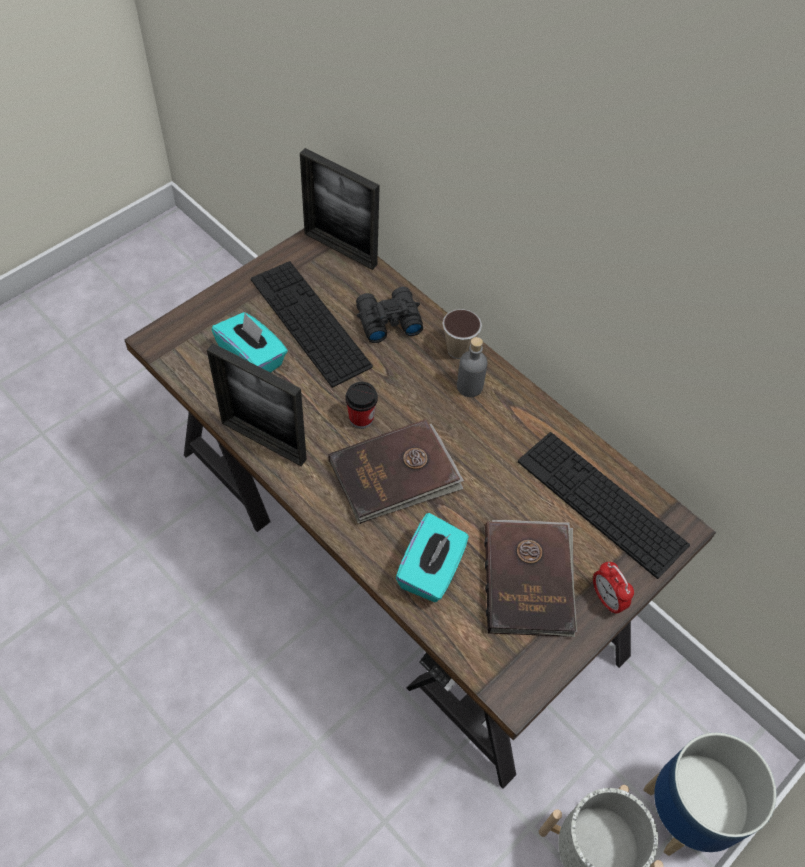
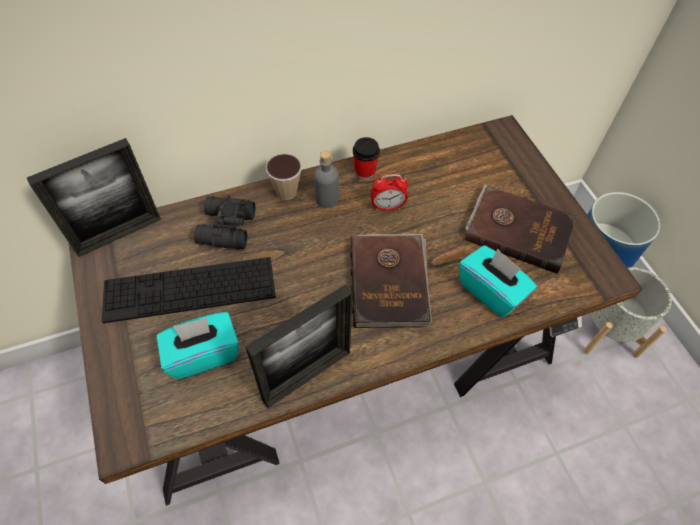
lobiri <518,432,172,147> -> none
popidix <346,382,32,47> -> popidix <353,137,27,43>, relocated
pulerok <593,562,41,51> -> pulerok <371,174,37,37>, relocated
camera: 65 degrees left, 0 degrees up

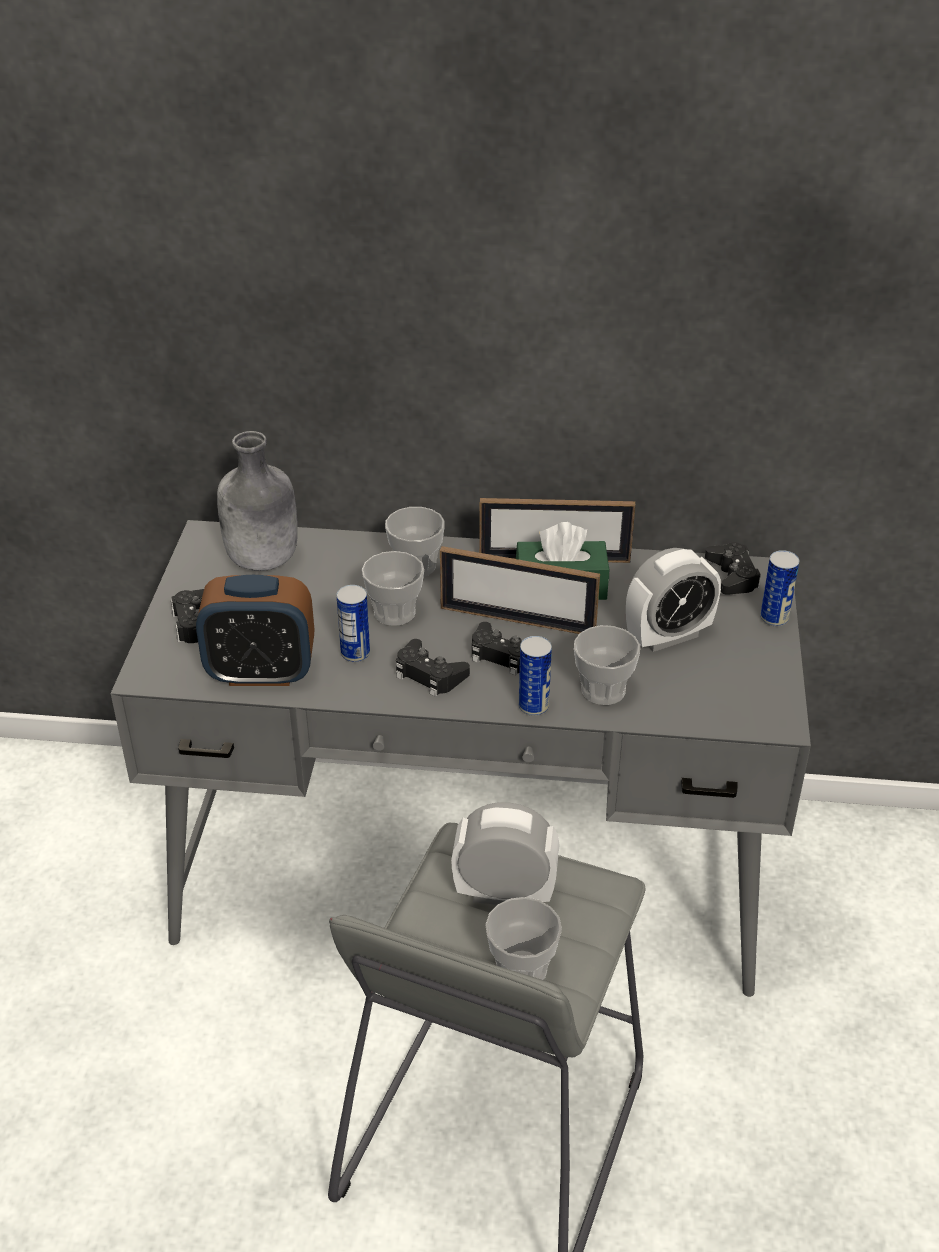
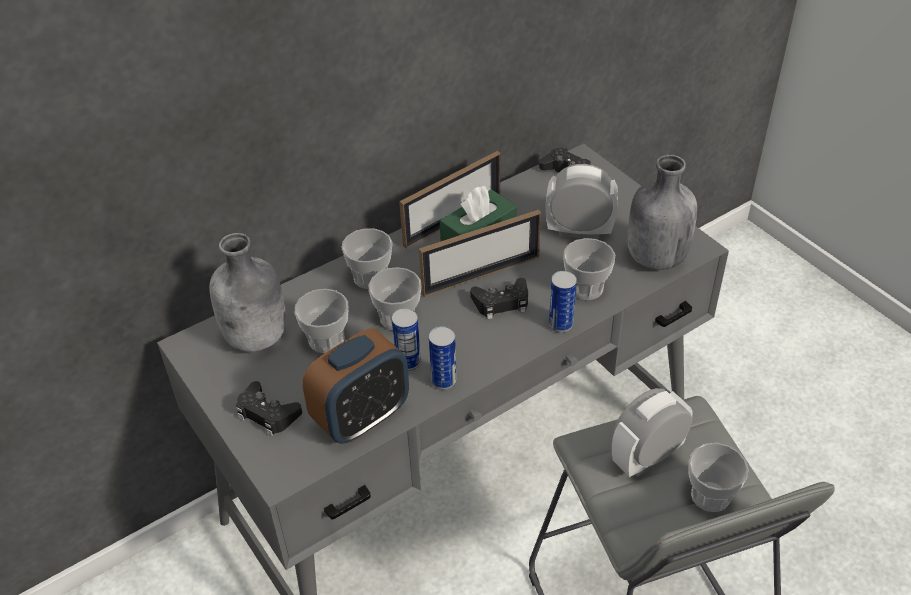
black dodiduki <396,639,74,58> -> none
none -> popidix <295,289,53,64>
none -> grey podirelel <628,155,69,115>
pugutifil <760,550,39,76> -> pugutifil <429,326,28,64>, relocated
pulerok <626,548,95,104> -> pulerok <545,164,73,75>, 105 degrees counterclockwise
camera: 40 degrees left, 5 degrees up

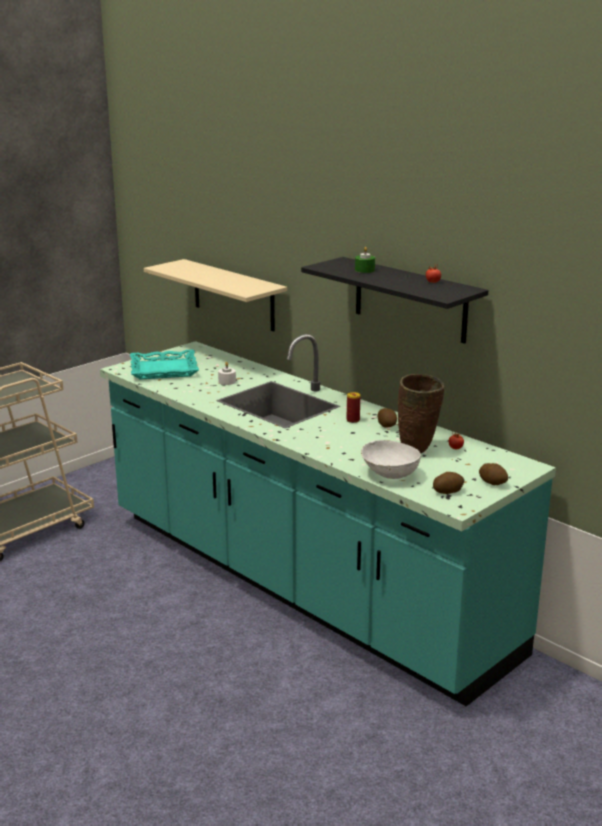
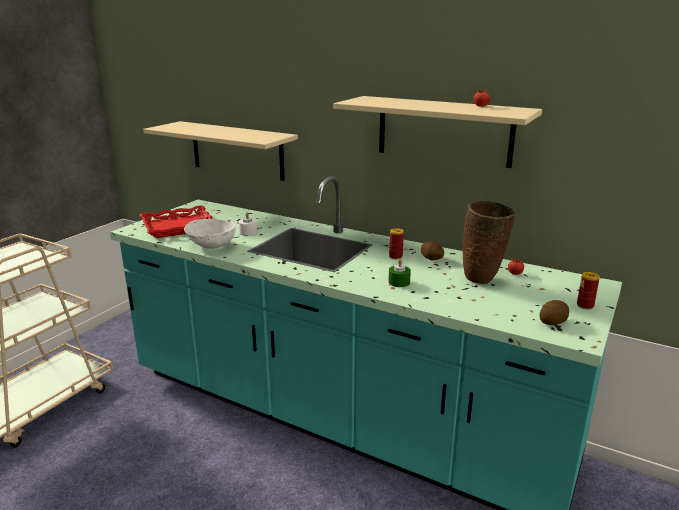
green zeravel <355,247,20,26> -> green zeravel <388,259,23,28>, relocated
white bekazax <361,440,60,39> -> white bekazax <184,219,51,30>, relocated
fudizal <479,463,29,22> -> pugutifil <577,272,23,37>
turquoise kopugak <130,349,69,31> -> red kopugak <139,205,73,33>
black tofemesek <301,257,187,87> -> beige tofemesek <333,96,209,72>
camera: 15 degrees left, 0 degrees up

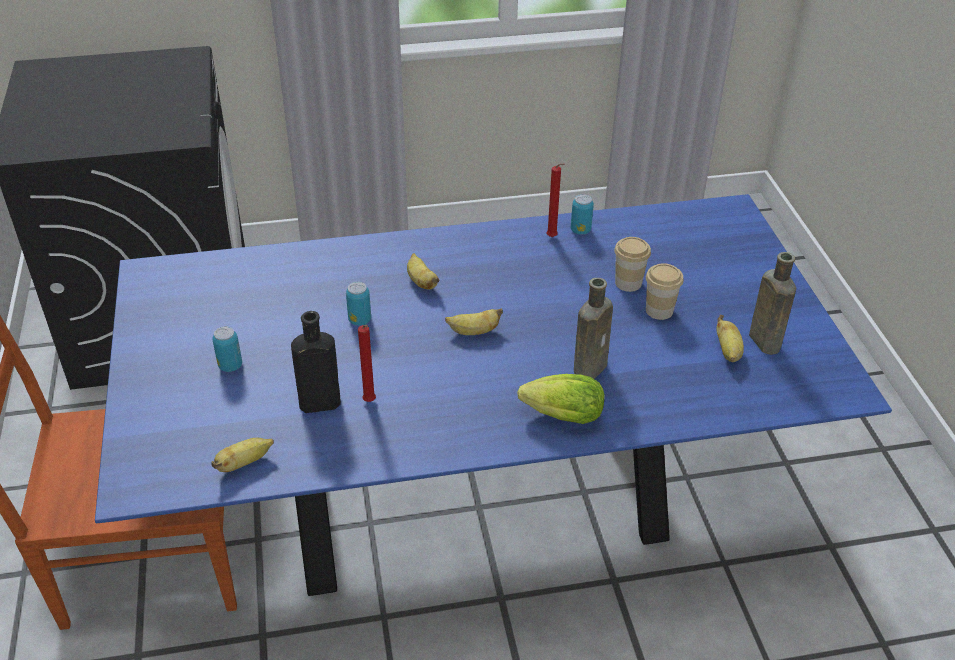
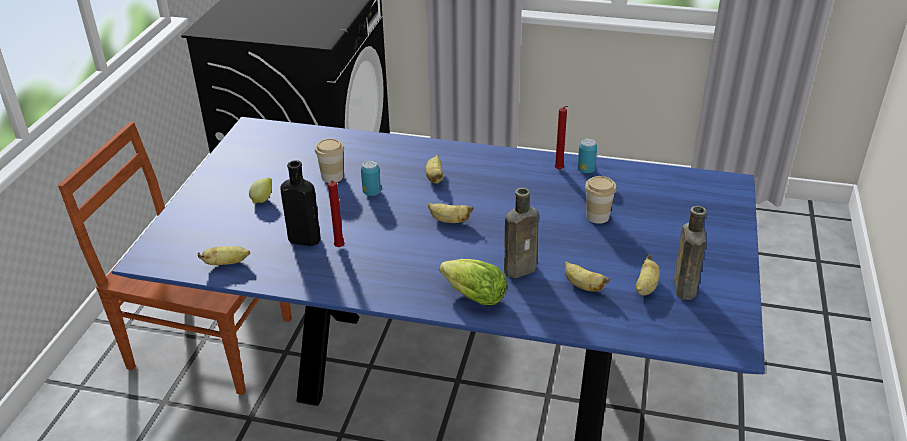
none -> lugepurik <564,261,46,30>
popidix <646,263,38,57> -> popidix <315,138,29,45>, relocated
pugutifil <212,326,30,46> -> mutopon <249,177,23,27>
camera: 25 degrees right, 5 degrees down

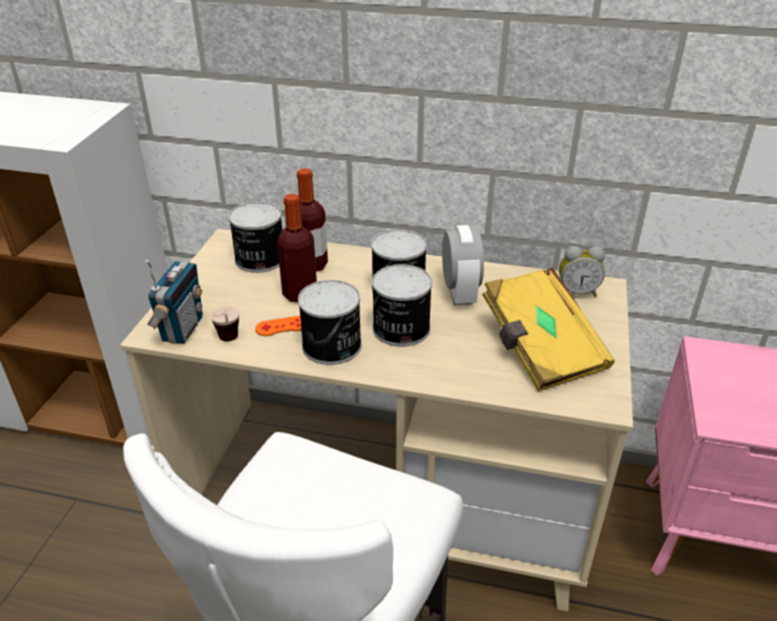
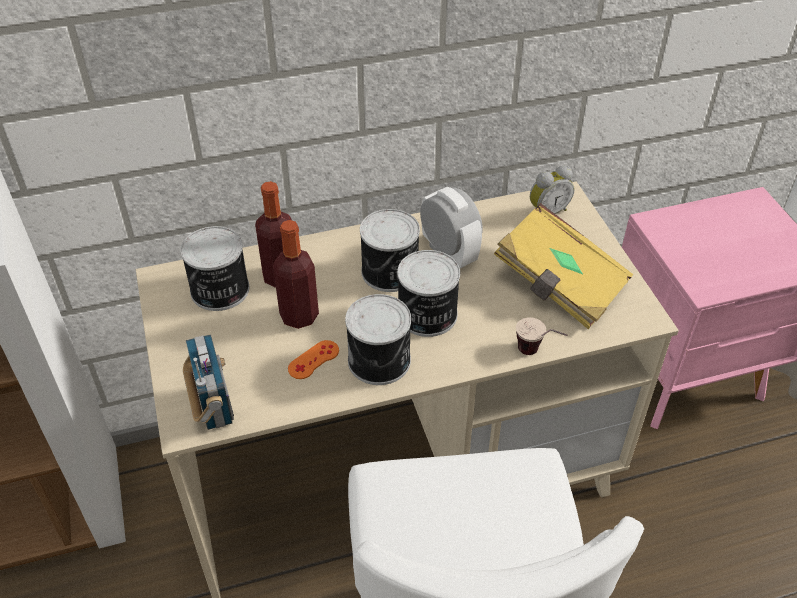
popidix <211,306,28,36> -> popidix <516,318,51,37>, relocated
camera: 30 degrees left, 10 degrees up

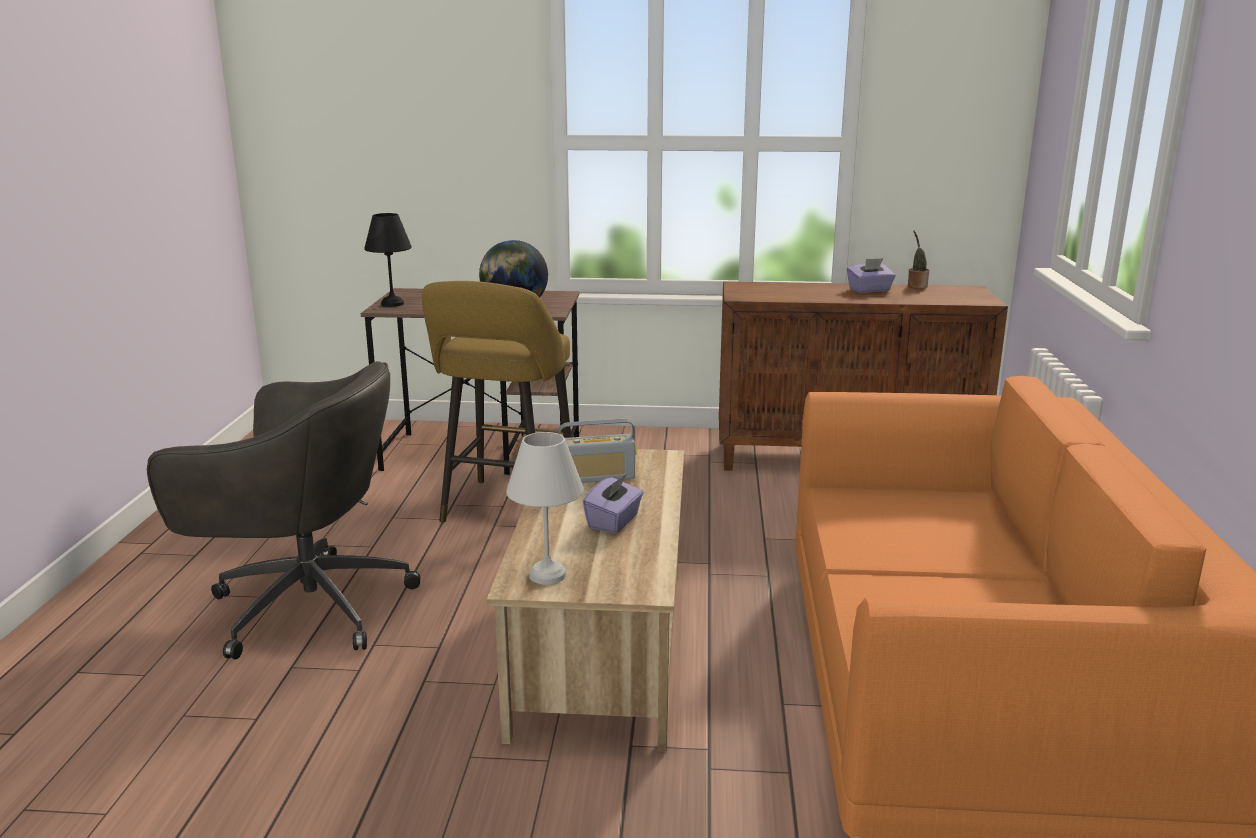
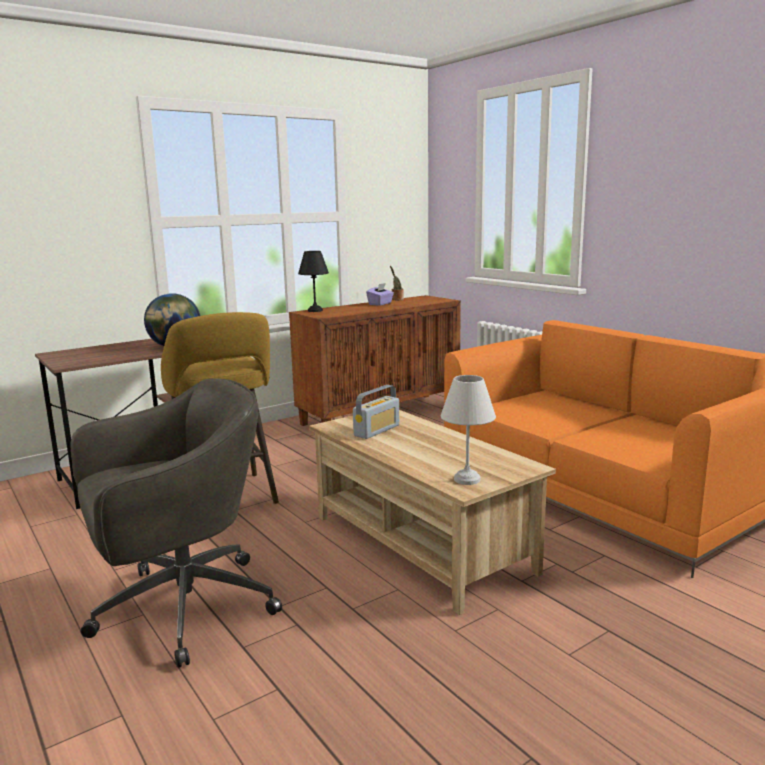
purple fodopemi <583,474,60,60> -> none
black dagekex <364,213,48,94> -> black dagekex <298,251,31,61>, relocated
camera: 40 degrees left, 5 degrees down

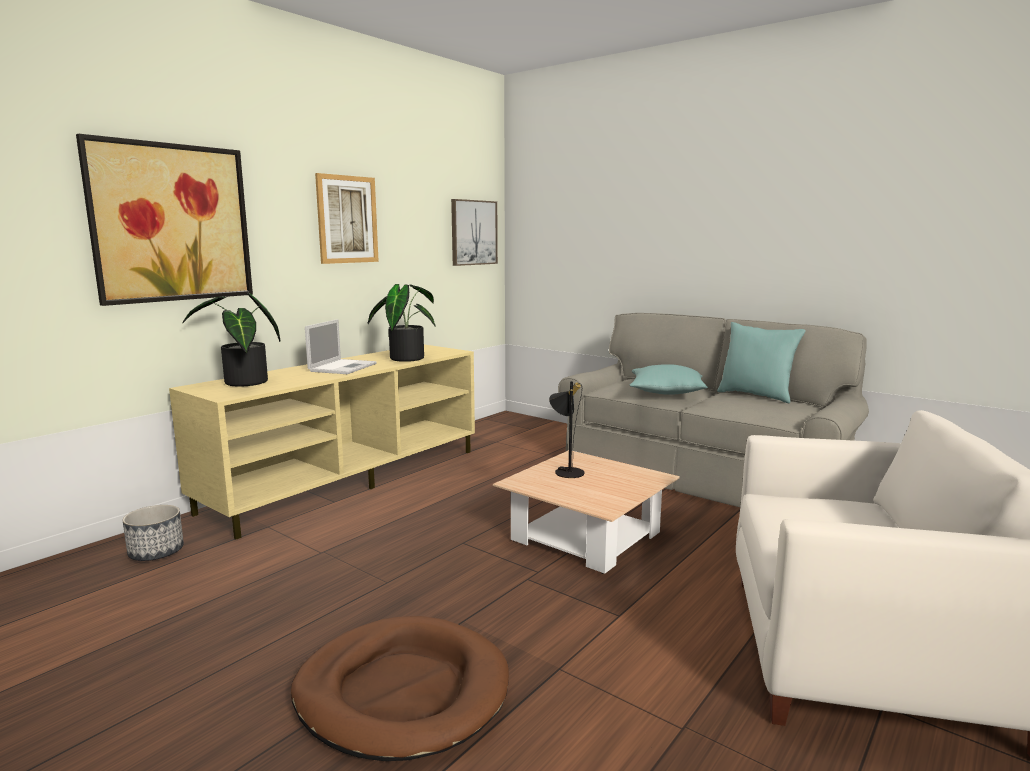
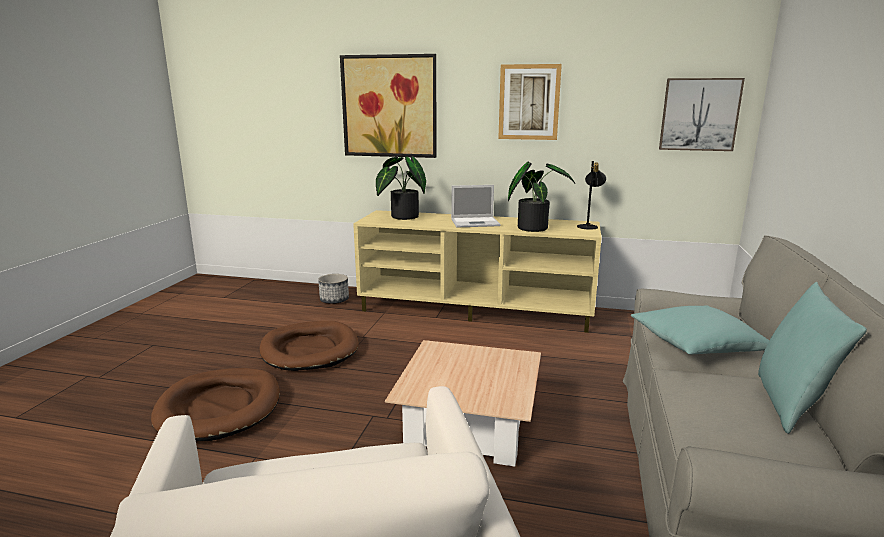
none -> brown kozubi <259,321,100,50>
black dagekex <549,381,36,97> -> black dagekex <577,161,29,69>, relocated
camera: 65 degrees right, 5 degrees up

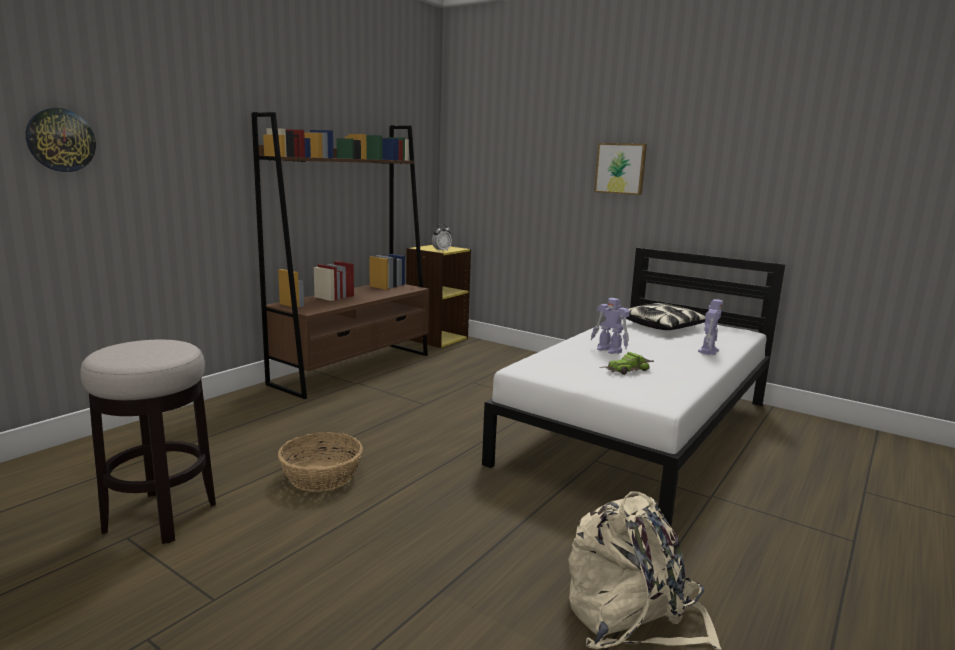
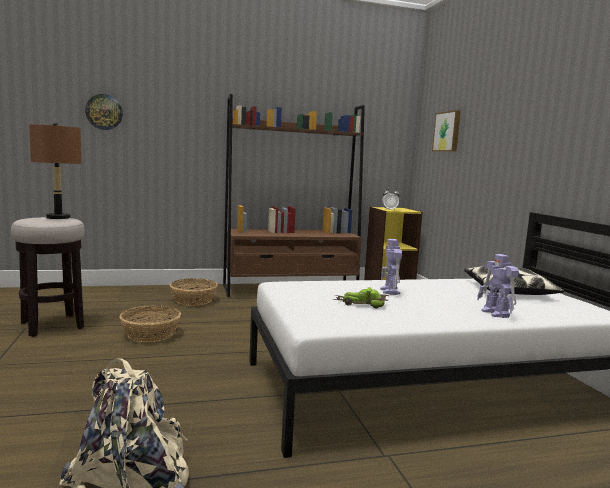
none -> brown dagekex <29,123,52,96>
none -> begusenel <170,278,48,28>
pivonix <594,143,53,52> -> pivonix <432,110,29,42>, relocated
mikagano <698,299,25,56> -> mikagano <477,254,42,64>, 90 degrees clockwise
camera: 40 degrees right, 5 degrees down

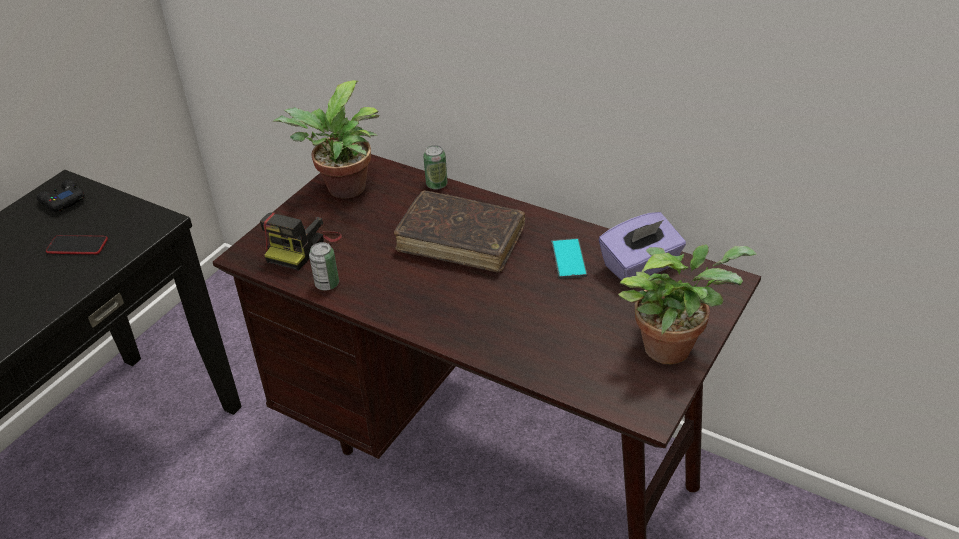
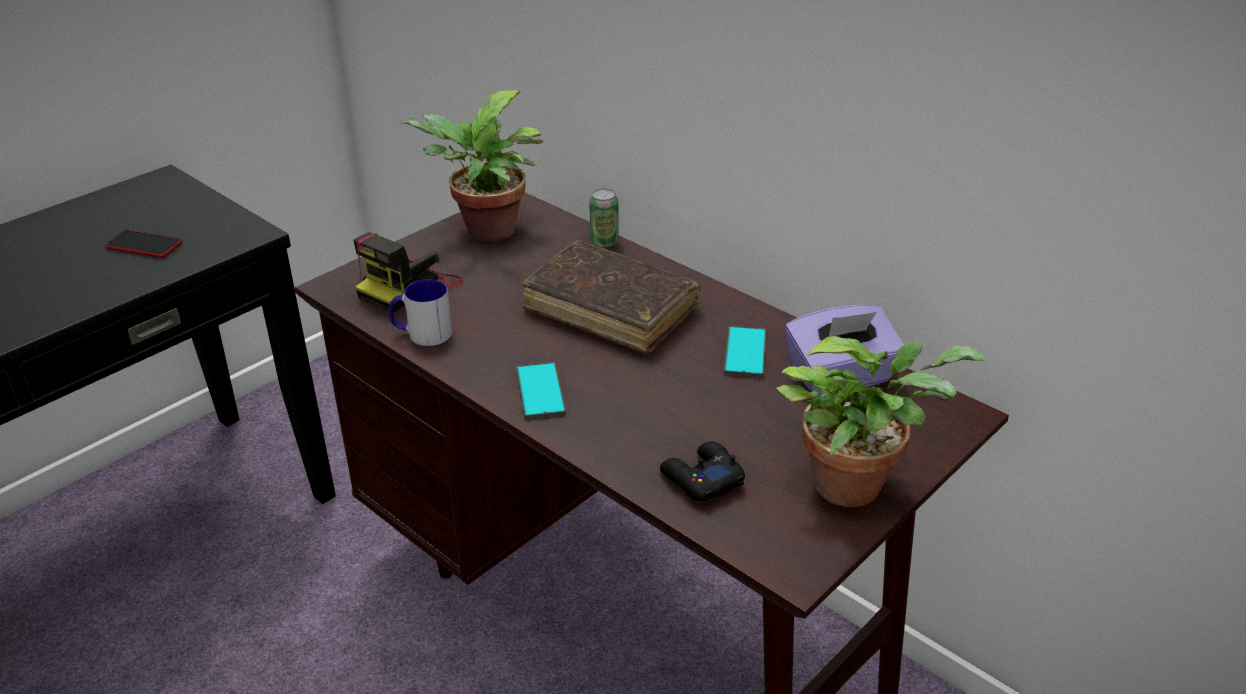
none -> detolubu <516,362,50,57>
black dodiduki <36,180,49,32> -> black dodiduki <660,441,85,61>, relocated
pugutifil <309,242,30,49> -> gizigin <389,279,63,67>
camera: 10 degrees right, 5 degrees down

